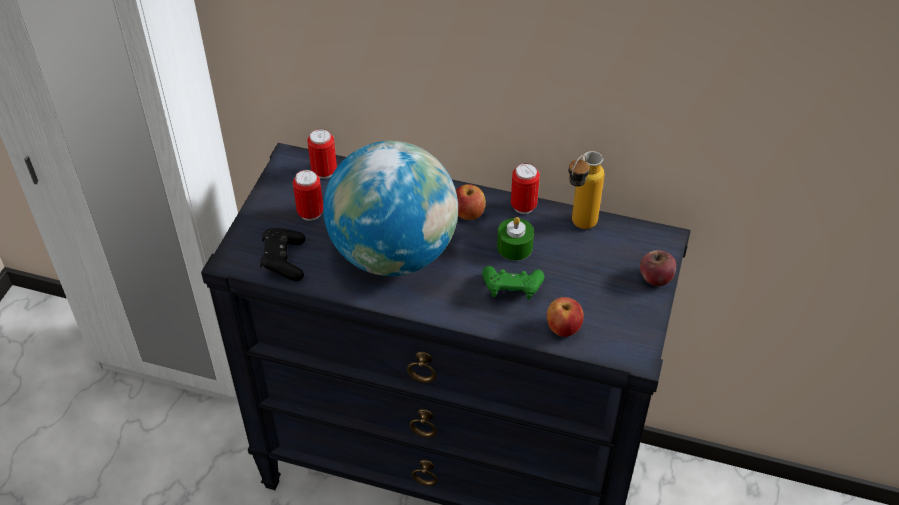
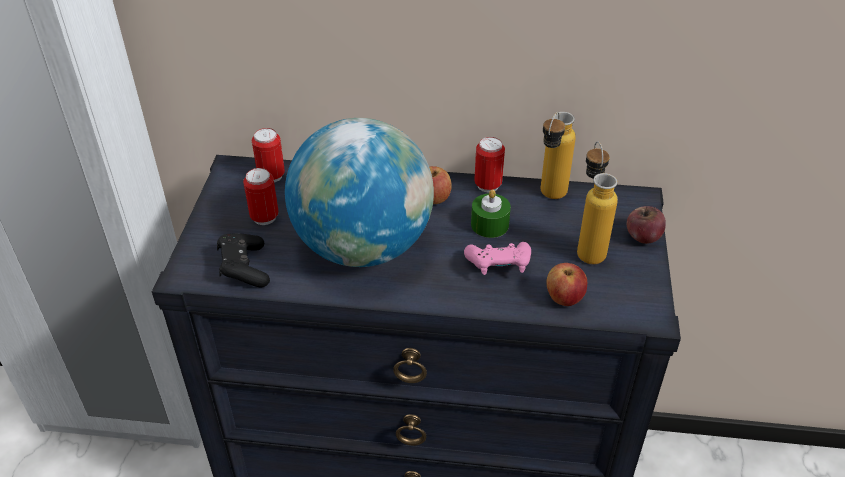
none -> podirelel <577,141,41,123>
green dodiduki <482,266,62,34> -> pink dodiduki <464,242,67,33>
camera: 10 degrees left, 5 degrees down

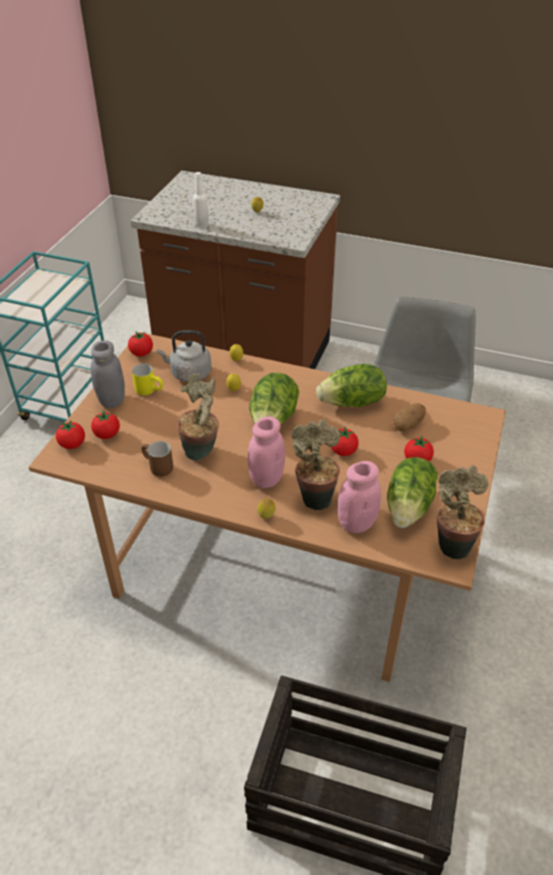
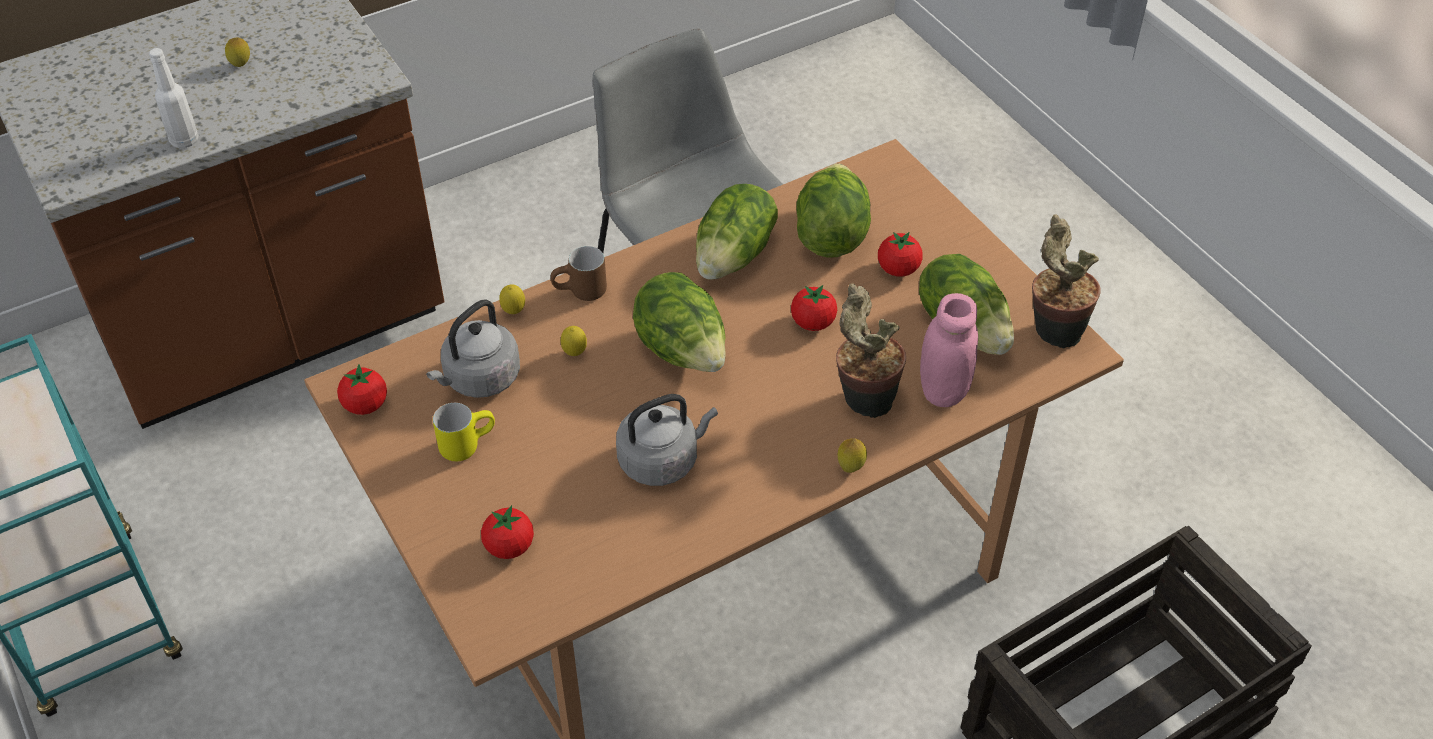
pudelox <56,420,29,29> -> none
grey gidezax <91,341,34,67> -> none
pink gidezax <248,416,37,72> -> none
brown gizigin <141,441,32,36> -> brown gizigin <550,246,57,55>, relocated
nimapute <177,373,42,88> -> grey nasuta <616,394,102,92>
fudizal <393,403,33,29> -> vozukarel <796,163,75,95>
camera: 50 degrees left, 5 degrees up

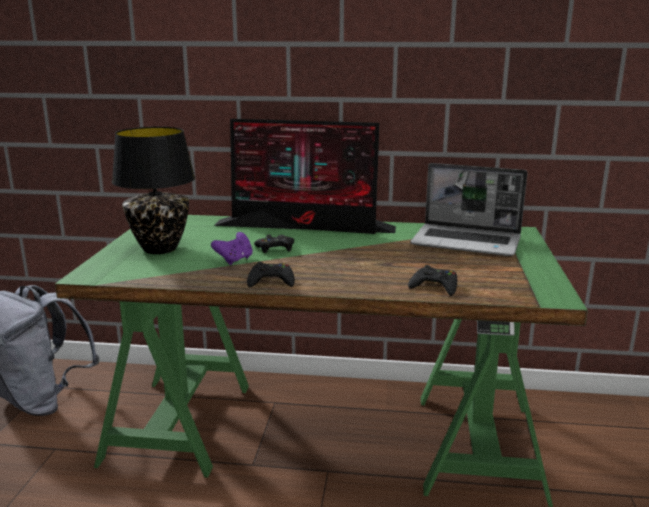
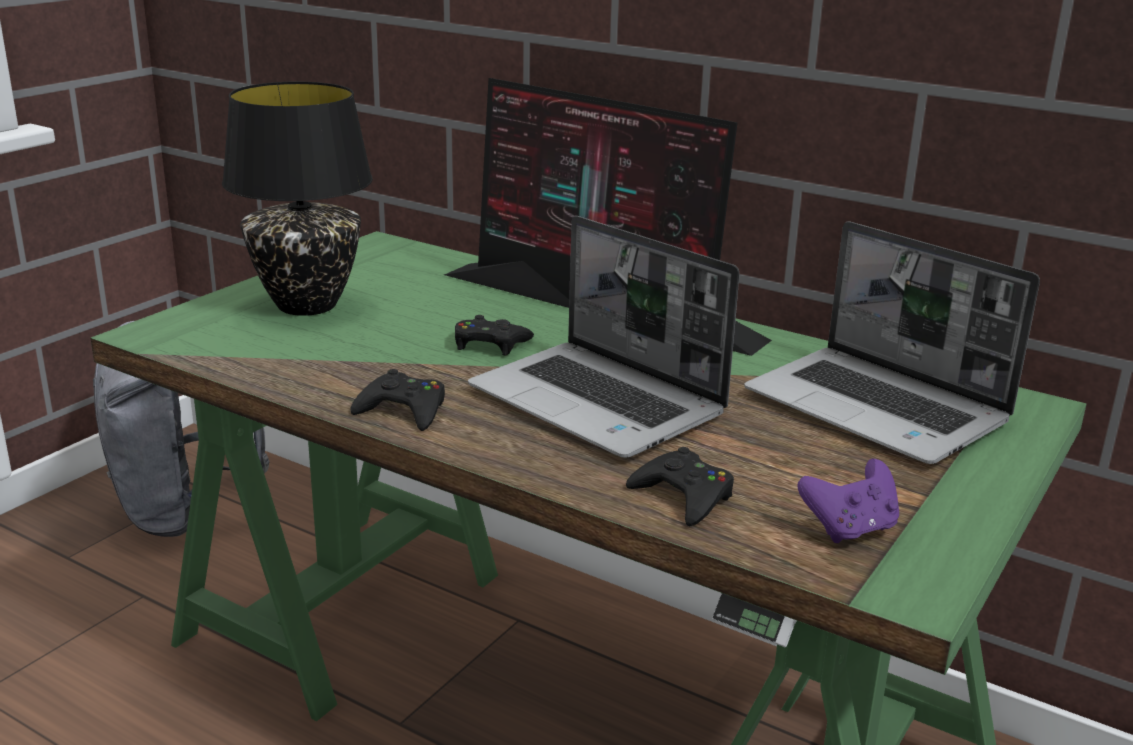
none -> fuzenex <468,216,272,242>
purple dodiduki <211,232,42,33> -> purple dodiduki <798,459,101,84>, relocated
camera: 25 degrees right, 5 degrees up

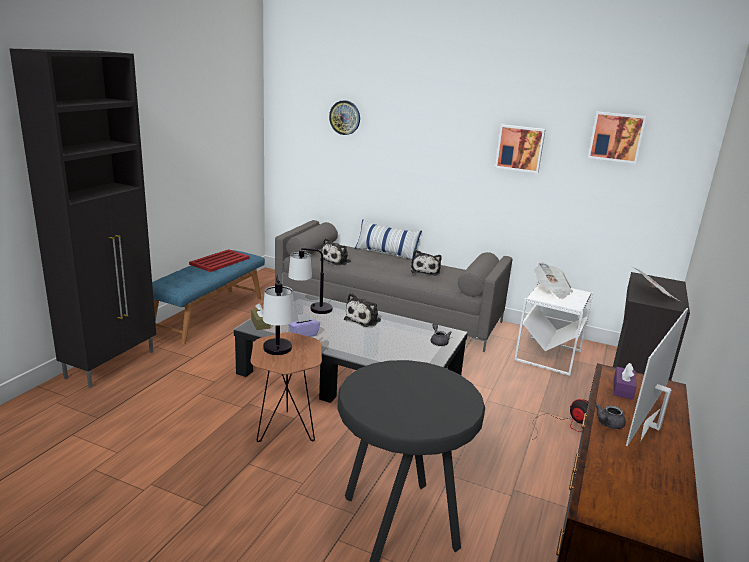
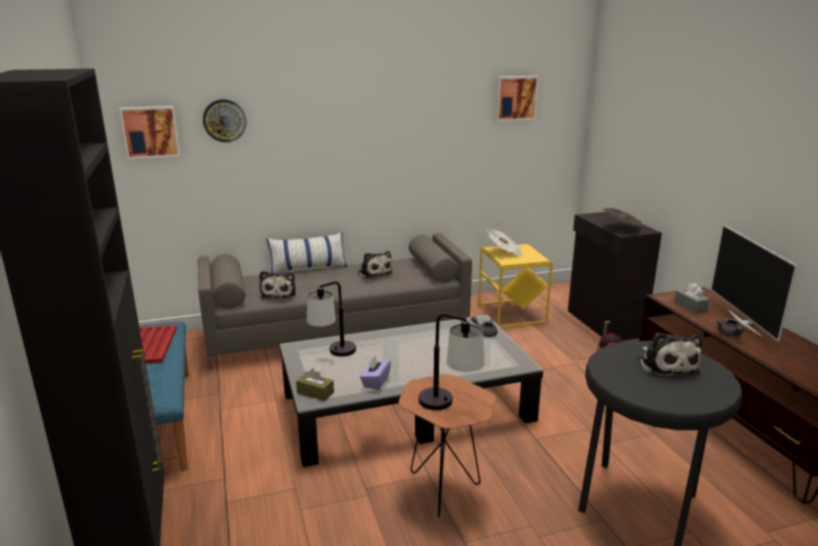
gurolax <344,293,37,34> -> gurolax <638,333,64,45>, relocated
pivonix <495,124,51,49> -> pivonix <119,106,61,53>, relocated
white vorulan <514,283,79,93> -> yellow vorulan <478,243,75,85>
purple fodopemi <613,363,24,37> -> grey fodopemi <674,283,36,30>
camera: 40 degrees left, 0 degrees up

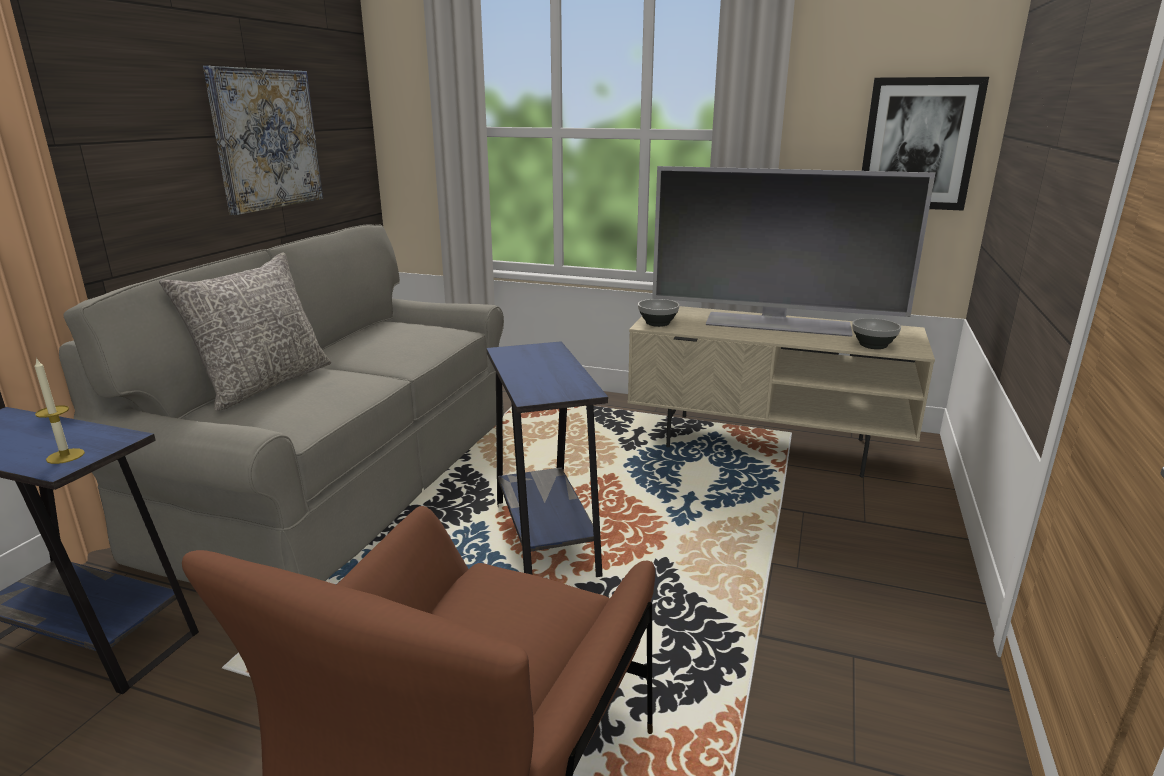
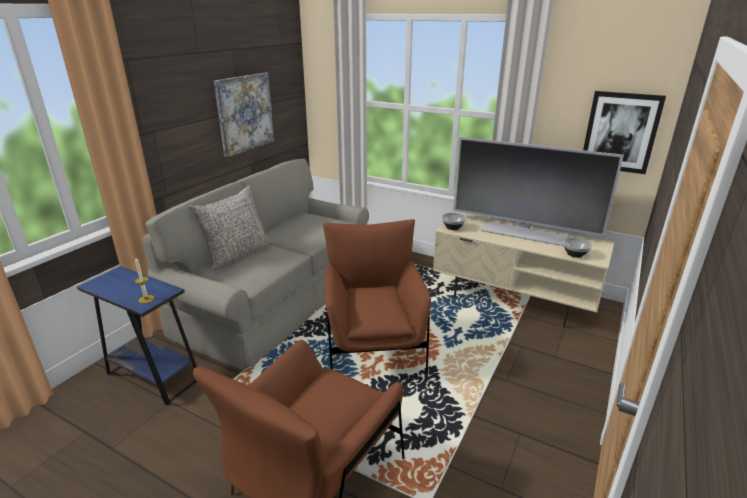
blue vorulan <487,341,121,236> -> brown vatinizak <323,219,108,159>
camera: 10 degrees right, 5 degrees up

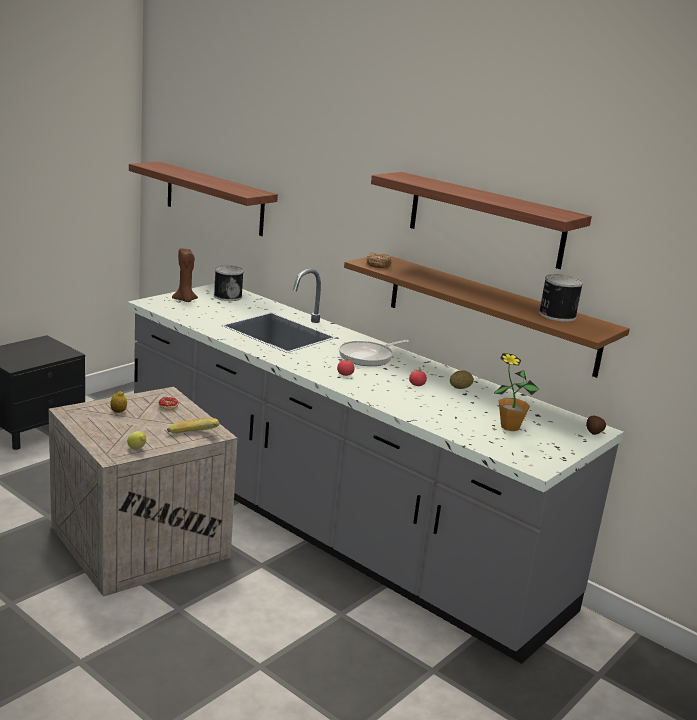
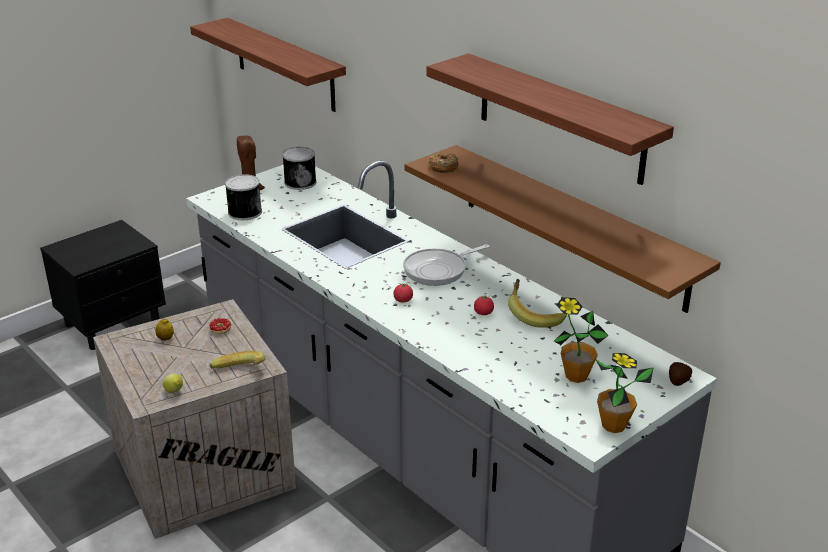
none -> nimapute <595,353,59,80>
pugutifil <539,274,44,48> -> pugutifil <225,174,37,46>, relocated
fudizal <450,371,24,18> -> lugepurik <508,279,59,49>
camera: 10 degrees right, 10 degrees up

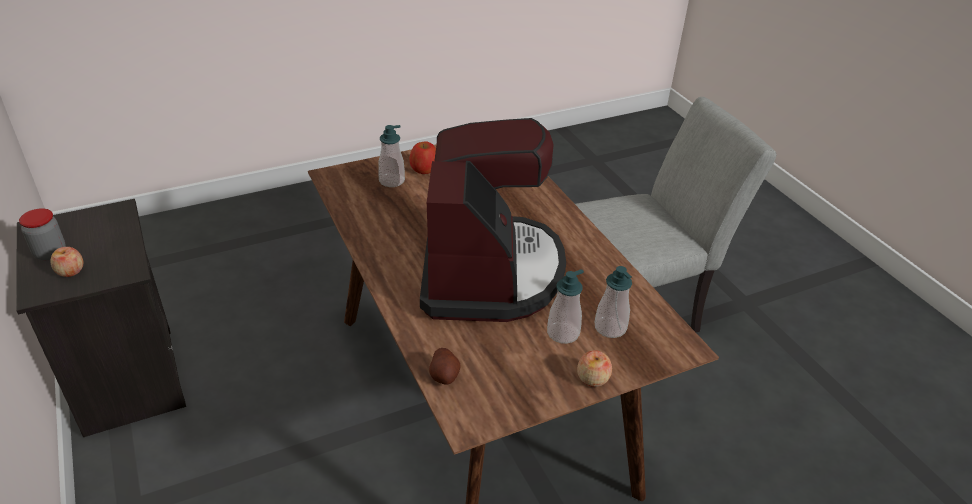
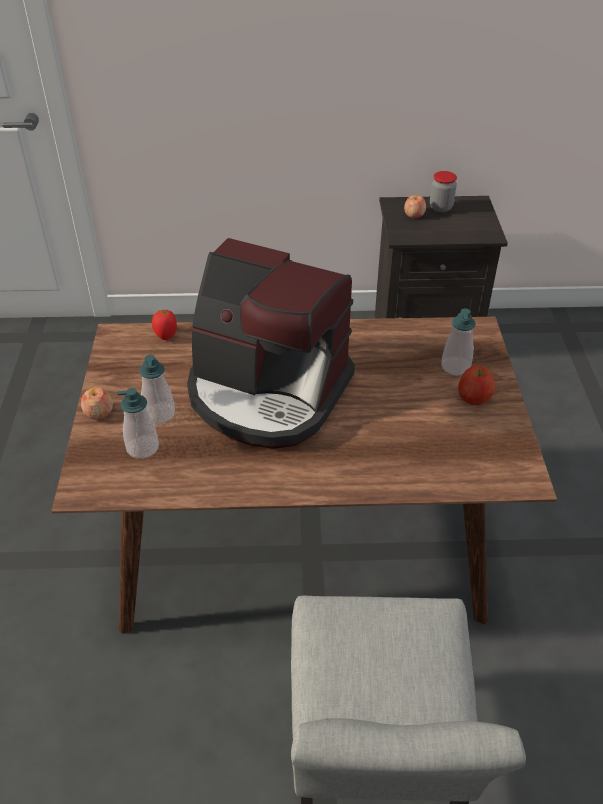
fudizal <429,348,32,37> -> pudelox <152,310,25,30>
camera: 115 degrees right, 5 degrees up

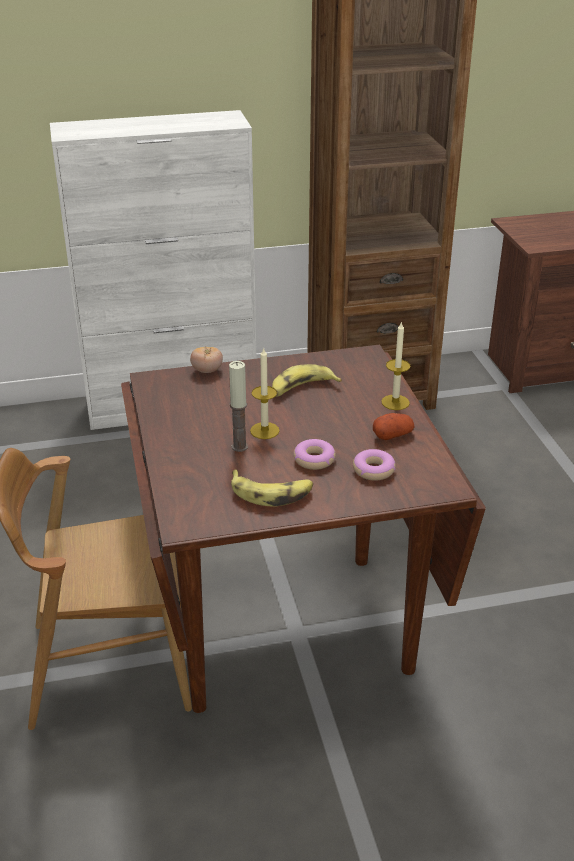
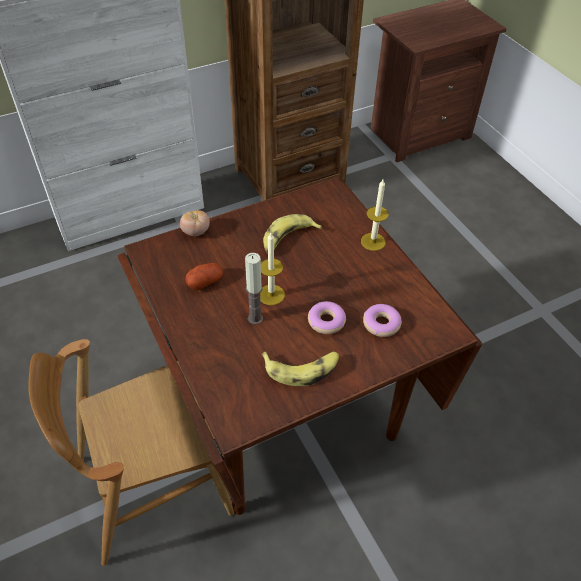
fudizal <373,413,41,27> -> fudizal <186,263,37,27>, relocated
camera: 15 degrees left, 15 degrees up

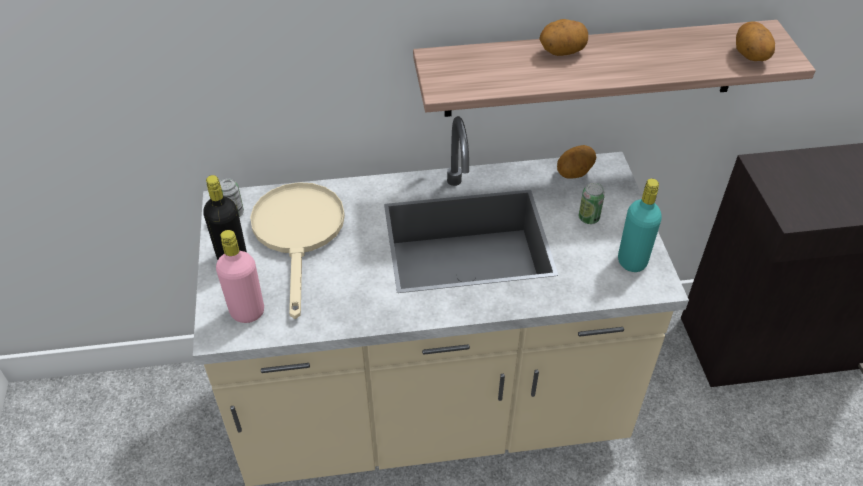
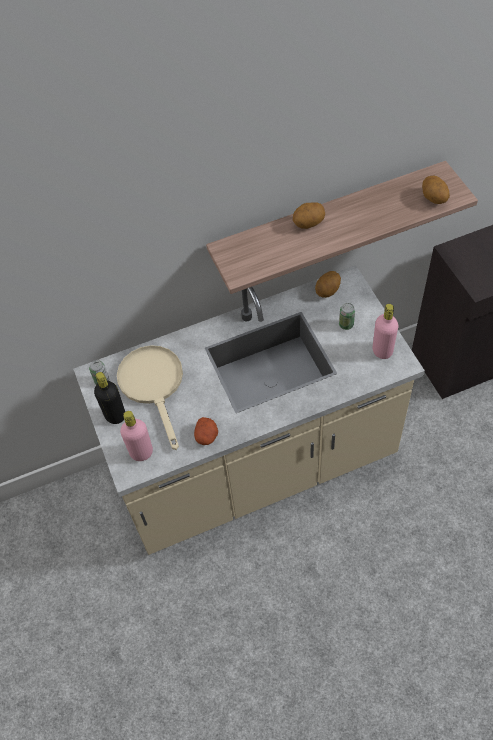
none -> fudizal <194,417,24,28>
turquoise podirelel <618,179,44,93> -> pink podirelel <373,304,25,55>
camera: 10 degrees left, 10 degrees up

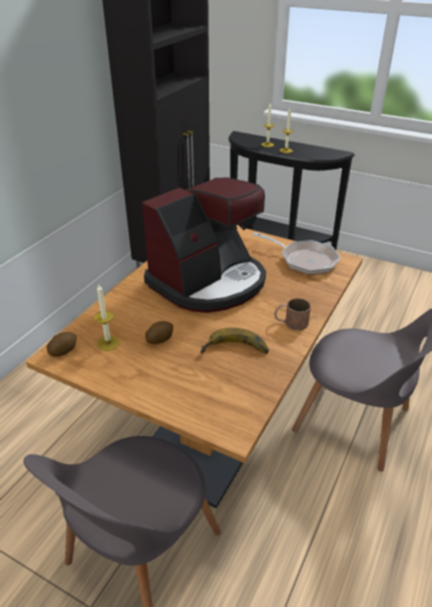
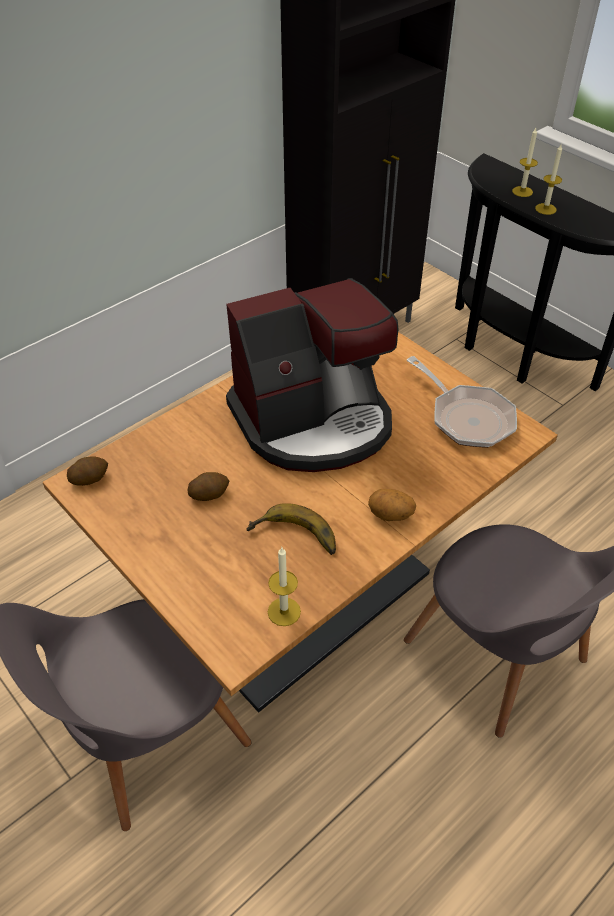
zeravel <94,285,26,66> -> zeravel <268,547,33,79>, relocated
brown gizigin <274,298,37,32> -> fudizal <368,489,48,32>
camera: 20 degrees right, 10 degrees up

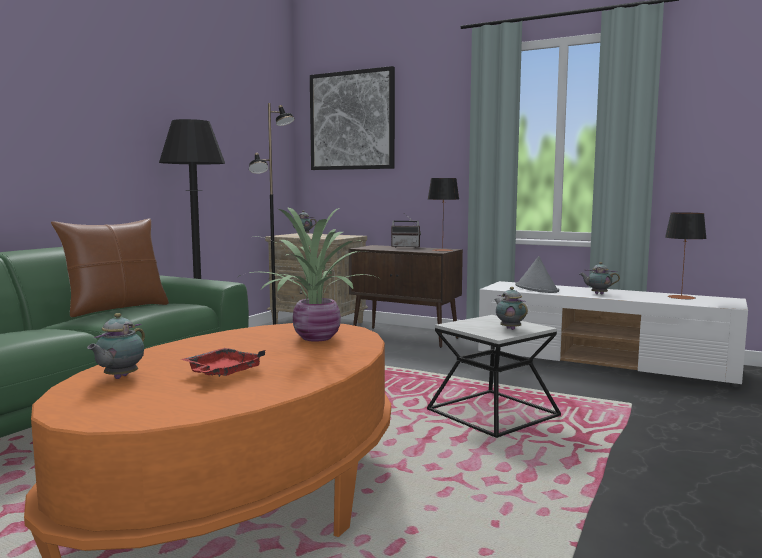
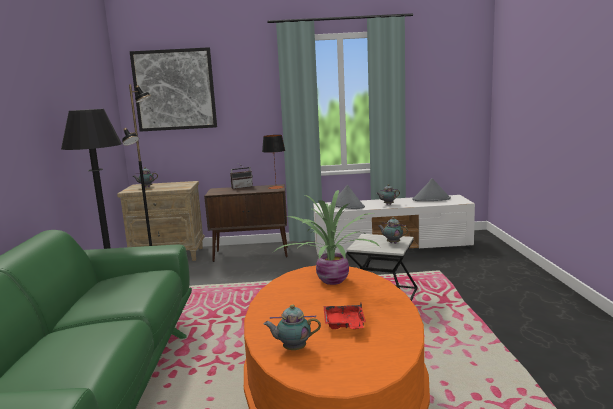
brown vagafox <51,218,118,99> -> none
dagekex <665,212,42,88> -> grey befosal <412,178,39,23>
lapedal <87,313,58,66> -> lapedal <264,305,57,45>, 105 degrees clockwise
camera: 30 degrees left, 5 degrees up

